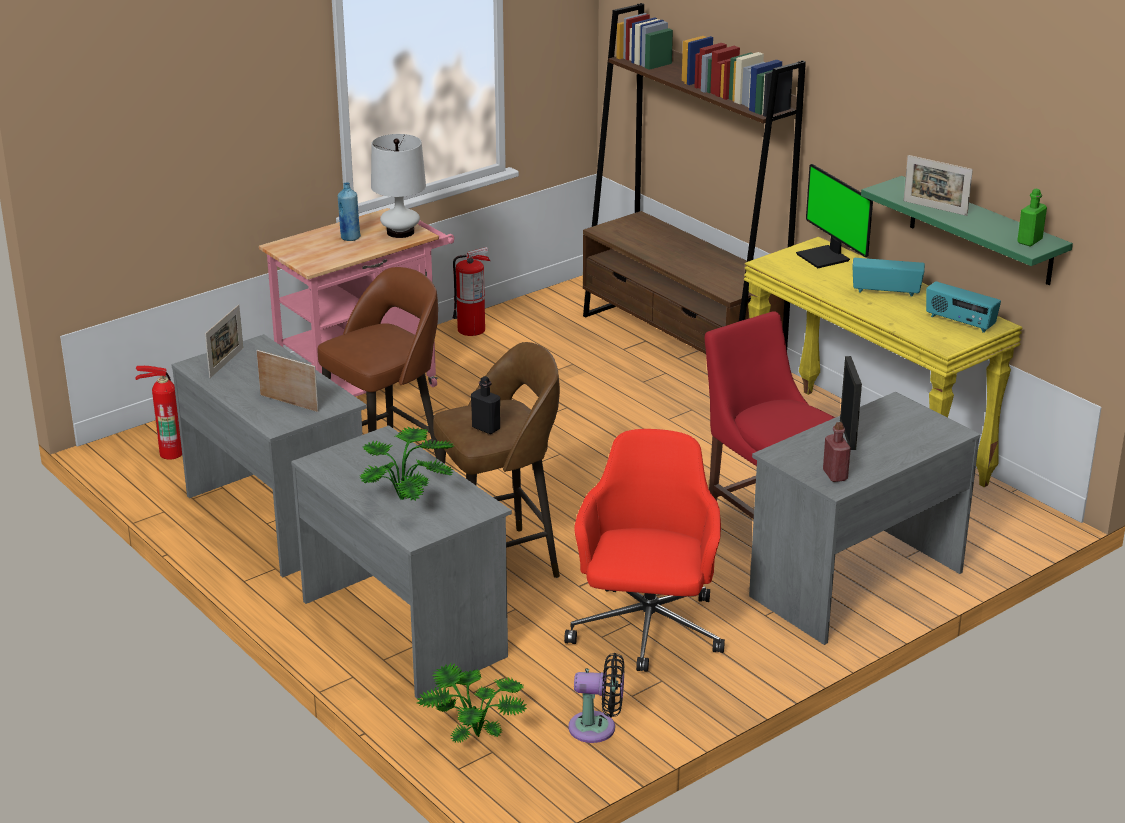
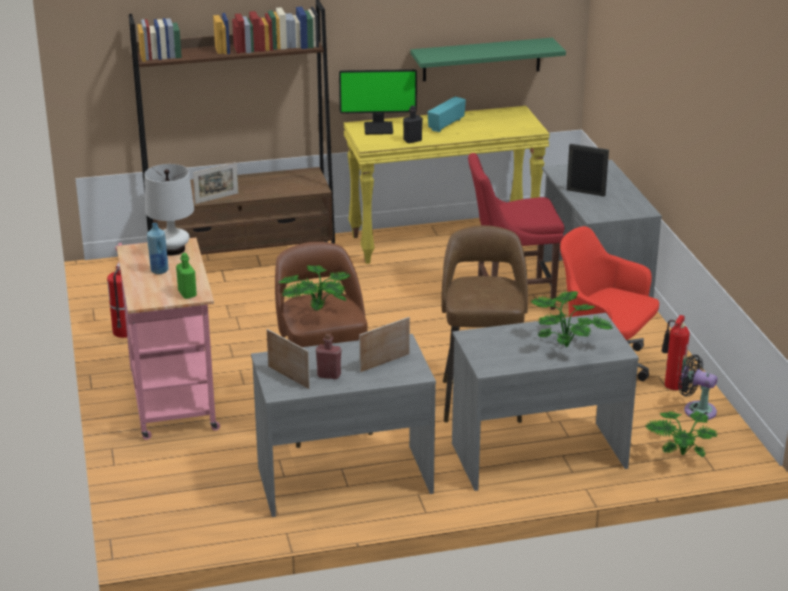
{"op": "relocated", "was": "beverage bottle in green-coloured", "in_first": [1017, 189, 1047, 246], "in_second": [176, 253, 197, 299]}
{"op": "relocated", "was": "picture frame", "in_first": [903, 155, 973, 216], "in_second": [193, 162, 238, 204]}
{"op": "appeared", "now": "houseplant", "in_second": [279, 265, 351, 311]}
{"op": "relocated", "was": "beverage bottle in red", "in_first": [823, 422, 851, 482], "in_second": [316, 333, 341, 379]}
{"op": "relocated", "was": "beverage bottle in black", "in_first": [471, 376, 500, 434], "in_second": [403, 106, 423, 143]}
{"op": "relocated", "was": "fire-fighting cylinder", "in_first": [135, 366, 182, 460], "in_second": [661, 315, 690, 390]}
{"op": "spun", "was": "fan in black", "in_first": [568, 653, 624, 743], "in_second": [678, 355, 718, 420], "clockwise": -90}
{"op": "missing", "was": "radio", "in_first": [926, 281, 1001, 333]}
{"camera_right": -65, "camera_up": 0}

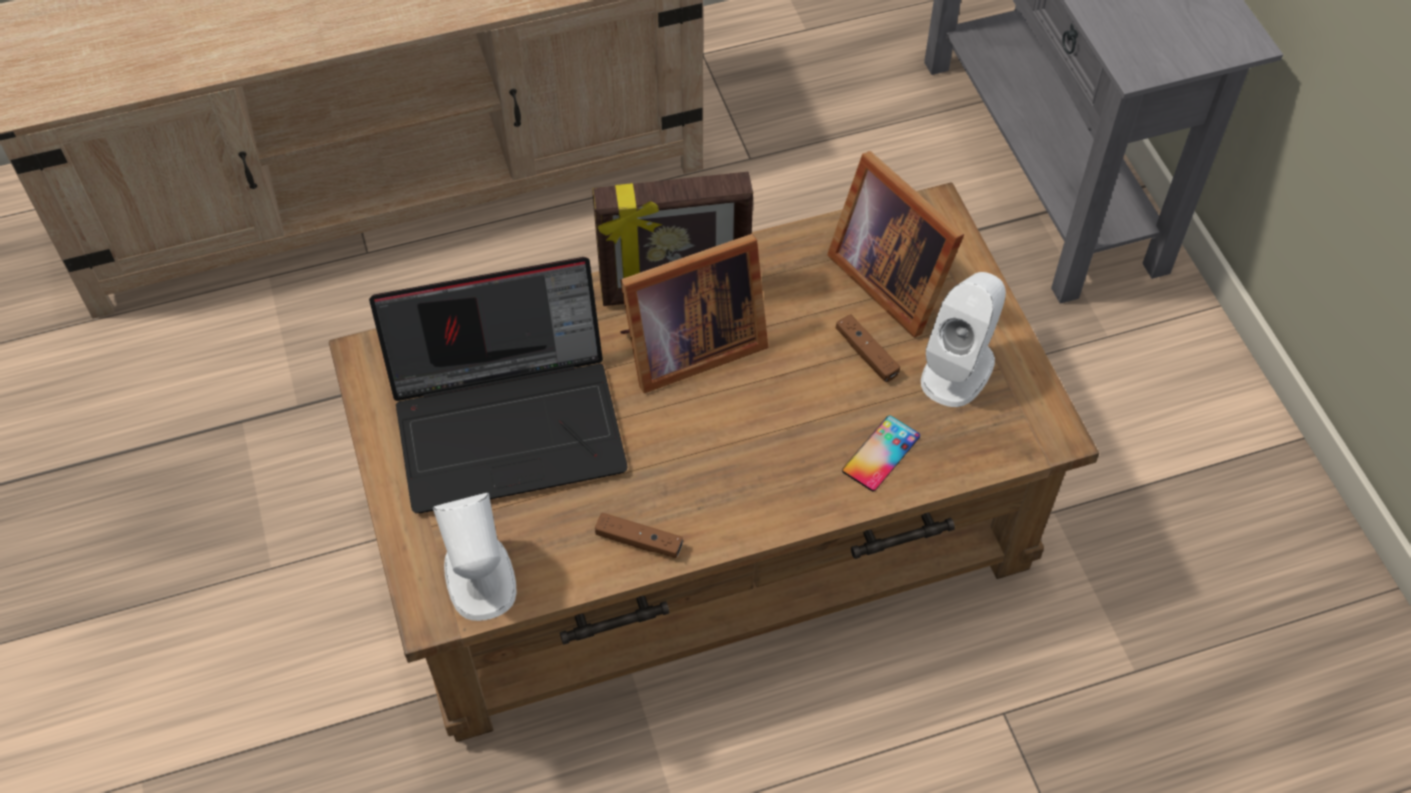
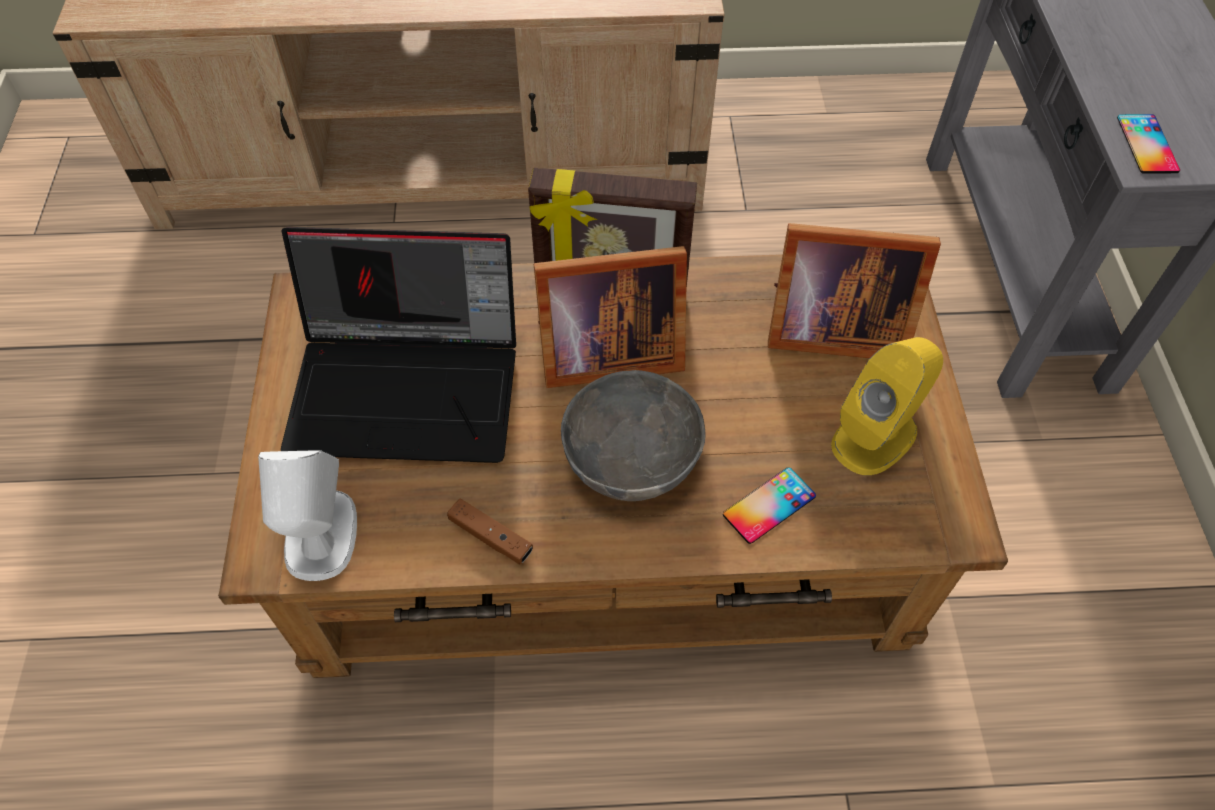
{"op": "appeared", "now": "bowl in gray", "in_second": [561, 370, 705, 501]}
{"op": "spun", "was": "picture frame", "in_first": [827, 151, 964, 337], "in_second": [768, 223, 941, 358], "clockwise": -60}
{"op": "colour", "was": "loudspeaker in white", "now": "loudspeaker in yellow-coloured", "in_first": [921, 272, 1006, 407], "in_second": [831, 337, 943, 476]}
{"op": "appeared", "now": "handset", "in_second": [1117, 114, 1180, 174]}
{"op": "missing", "was": "gamepad in brown-coloured", "in_first": [836, 314, 900, 382]}
{"camera_right": 15, "camera_up": 0}

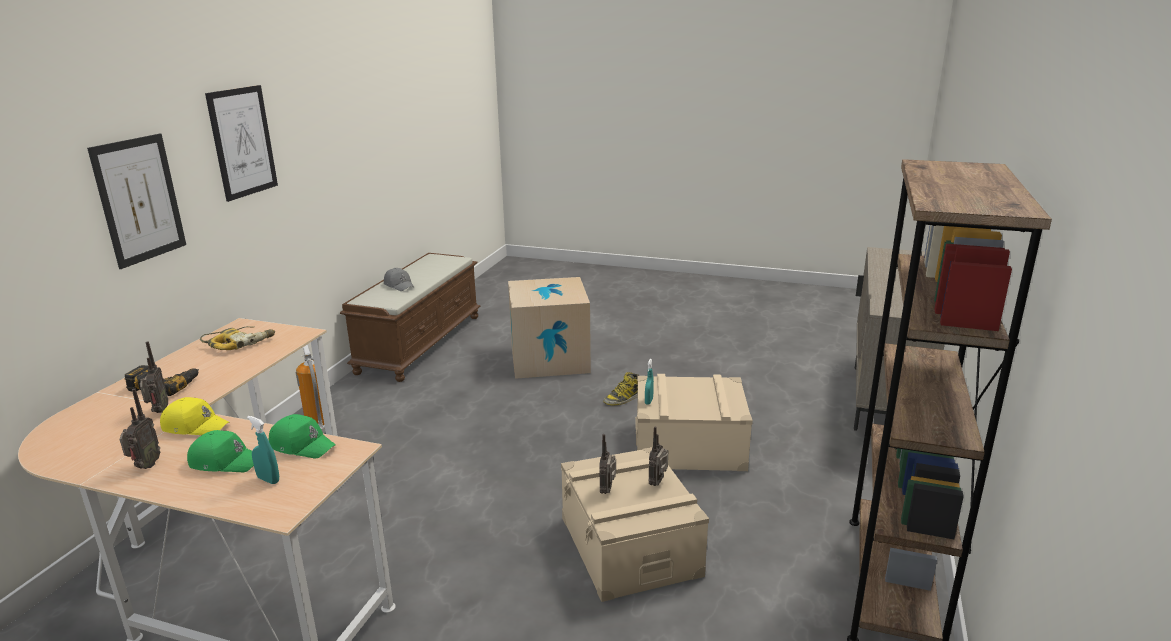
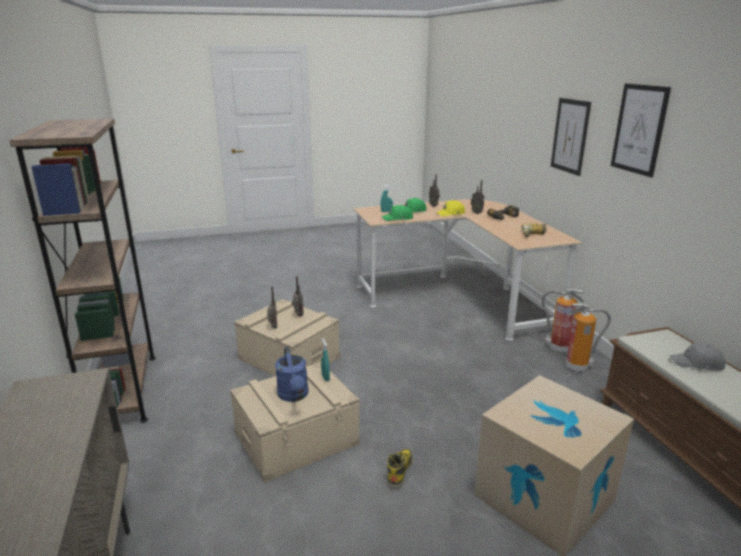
{"op": "appeared", "now": "watering can in blue-coloured", "in_second": [275, 346, 309, 402]}
{"op": "appeared", "now": "fire-fighting cylinder", "in_second": [566, 304, 611, 372]}
{"camera_right": 145, "camera_up": 0}

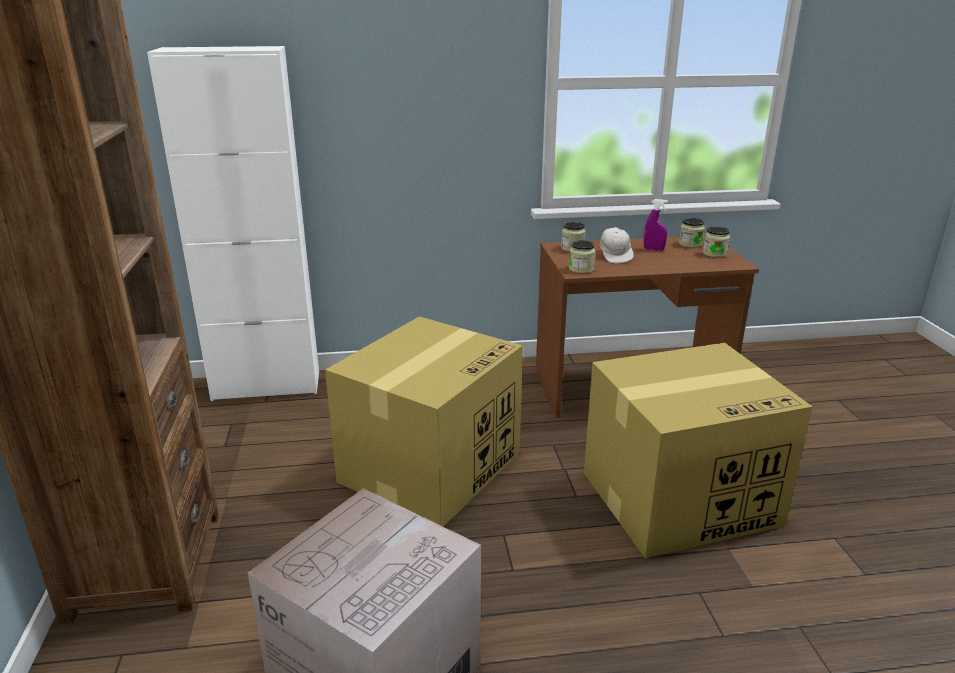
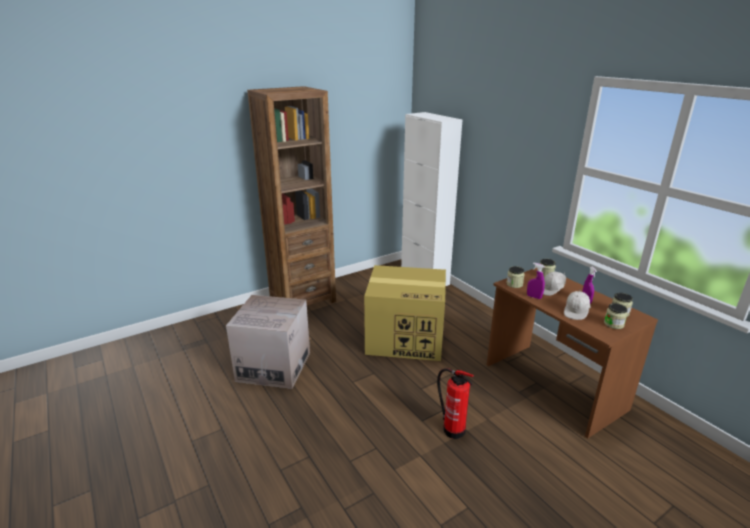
{"op": "exchanged", "was": "cardboard box", "now": "fire-fighting cylinder", "in_first": [584, 343, 813, 558], "in_second": [437, 368, 474, 439]}
{"op": "appeared", "now": "spray bottle in purplish", "in_second": [527, 263, 545, 299]}
{"op": "appeared", "now": "peaked cap in white", "in_second": [564, 290, 590, 320]}
{"camera_right": 65, "camera_up": 0}

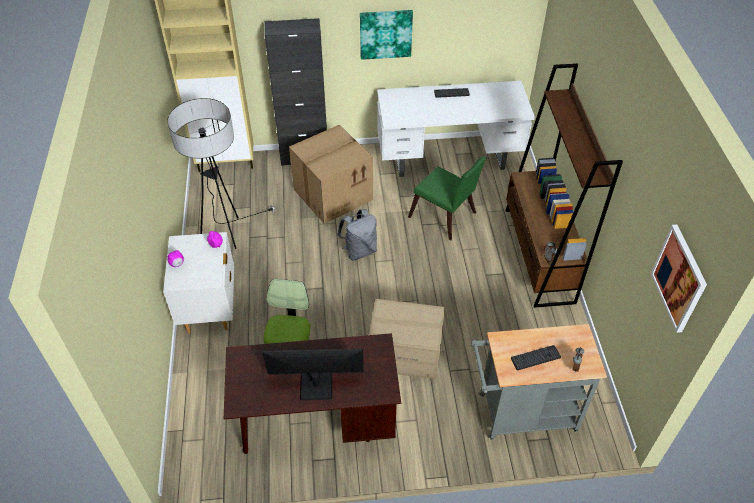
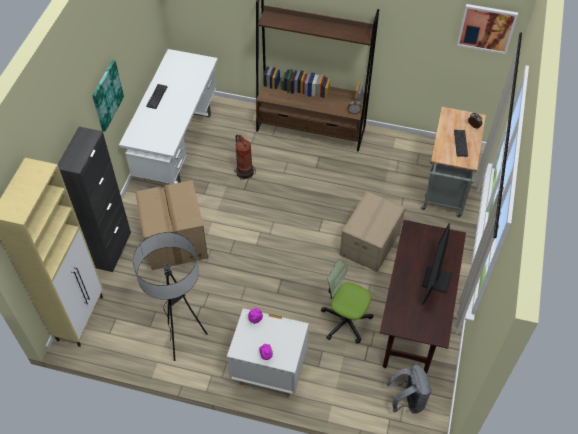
{"op": "exchanged", "was": "plain chair in green-coloured", "now": "fire-fighting cylinder", "in_first": [408, 156, 487, 240], "in_second": [234, 135, 256, 180]}
{"op": "relocated", "was": "knapsack in gray", "in_first": [337, 209, 377, 261], "in_second": [387, 365, 432, 414]}
{"camera_right": -70, "camera_up": 5}

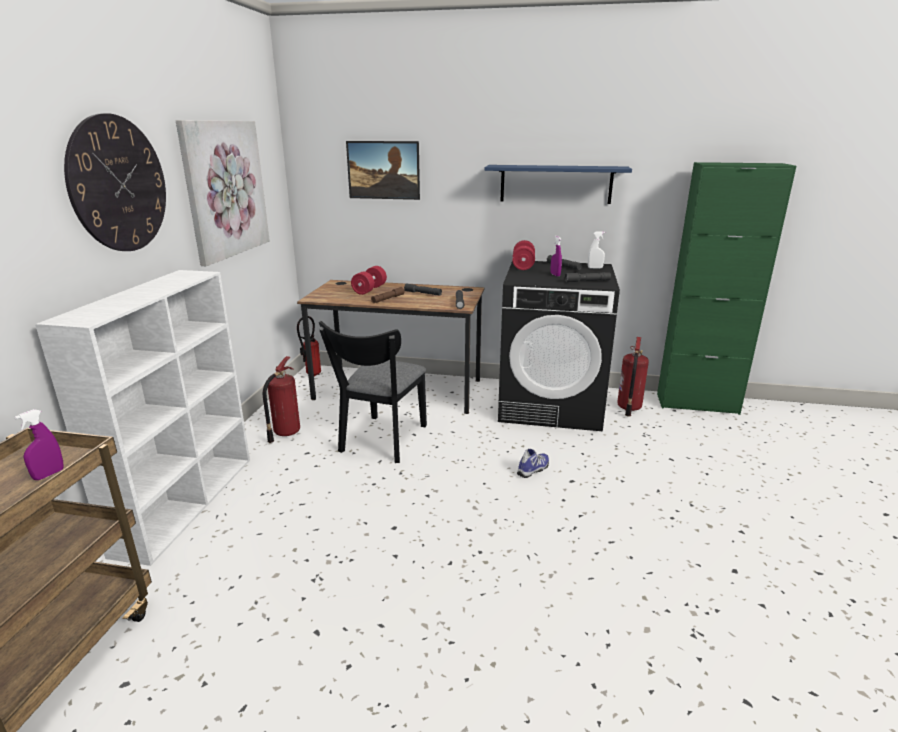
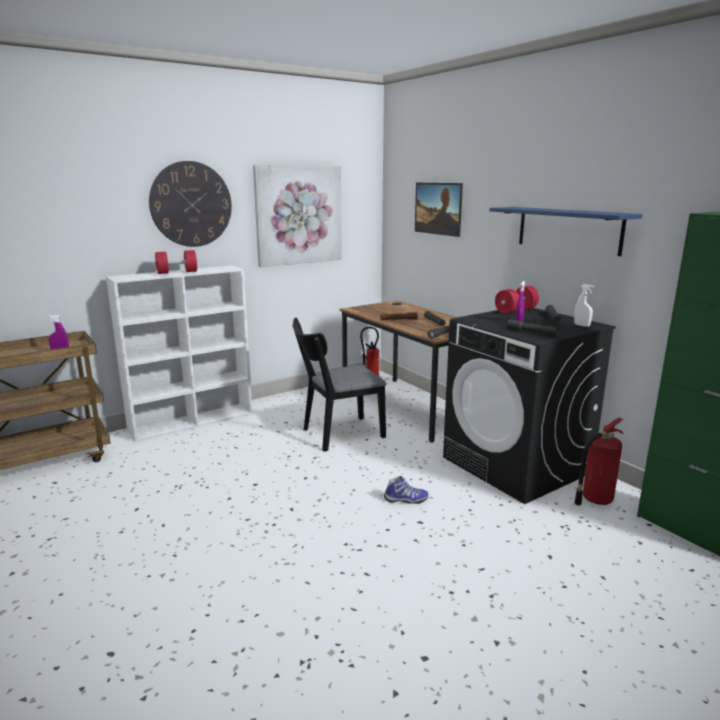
{"op": "relocated", "was": "free weight in red", "in_first": [351, 266, 387, 295], "in_second": [155, 250, 197, 274]}
{"op": "missing", "was": "fire-fighting cylinder", "in_first": [263, 356, 300, 443]}
{"camera_right": 45, "camera_up": -5}

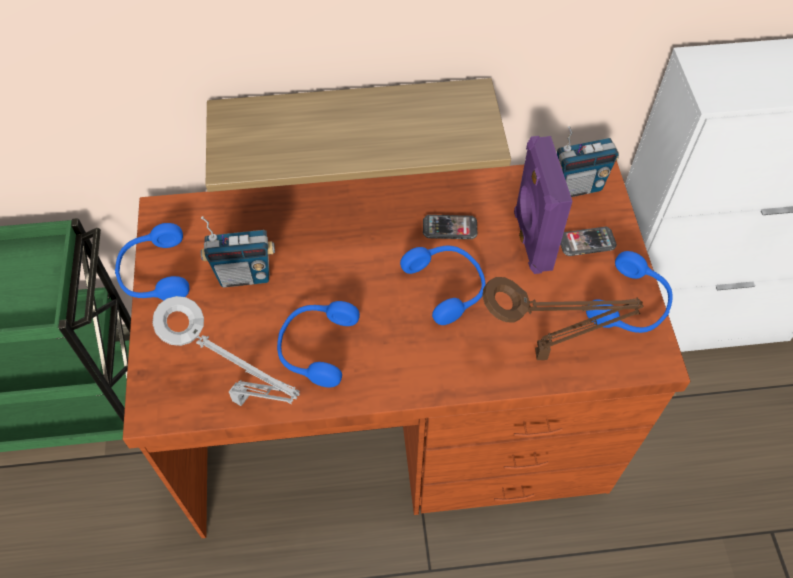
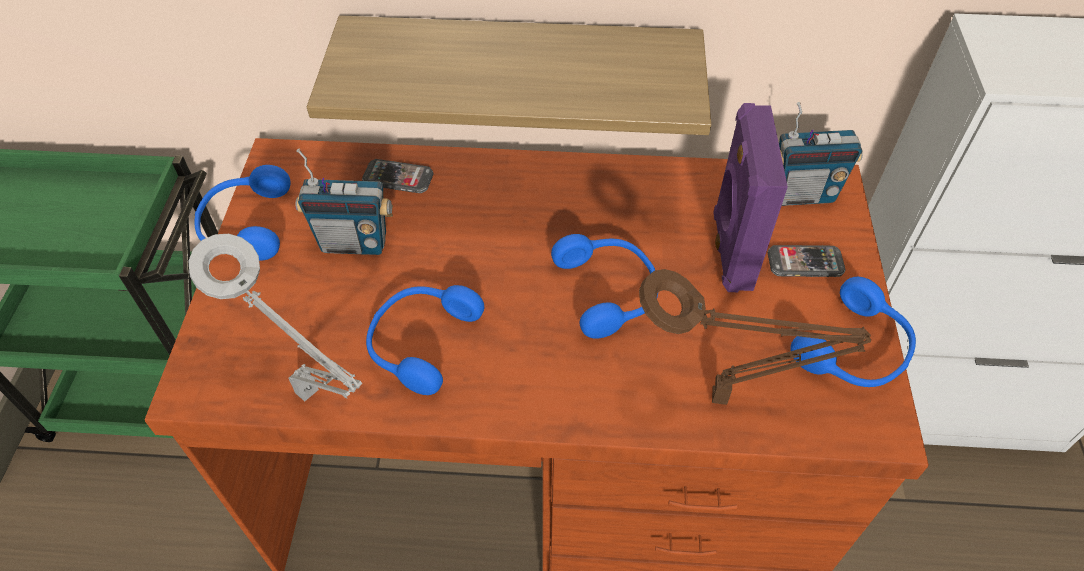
{"op": "relocated", "was": "handset", "in_first": [423, 215, 477, 239], "in_second": [362, 159, 433, 193]}
{"camera_right": 10, "camera_up": -5}

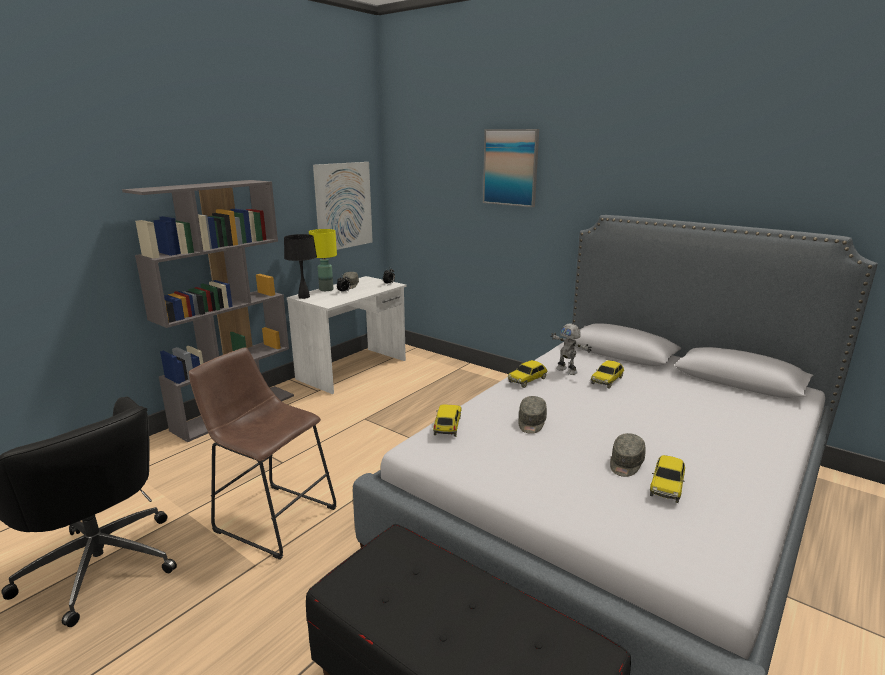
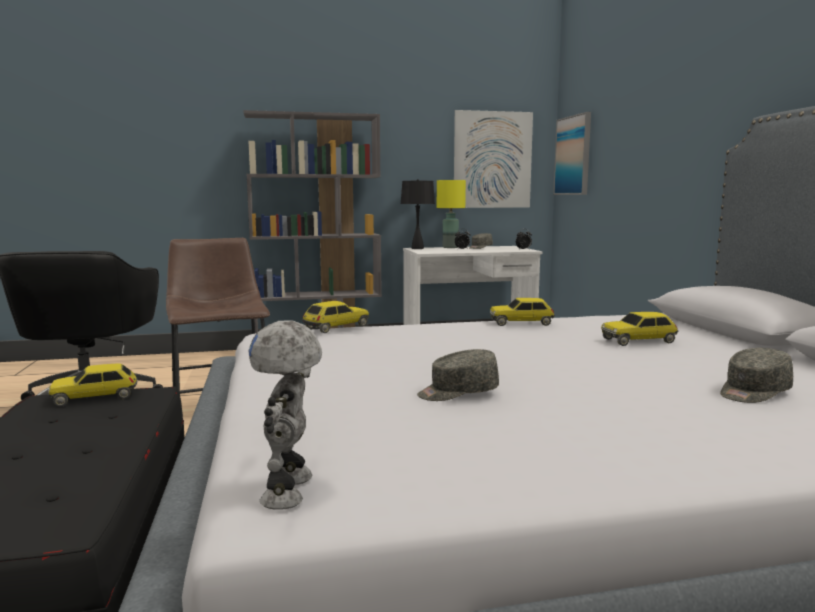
{"op": "relocated", "was": "model car", "in_first": [650, 455, 685, 503], "in_second": [48, 363, 137, 407]}
{"op": "relocated", "was": "model robot", "in_first": [551, 324, 591, 375], "in_second": [249, 320, 322, 510]}
{"op": "relocated", "was": "wall art", "in_first": [483, 129, 539, 207], "in_second": [553, 112, 591, 195]}
{"op": "relocated", "was": "peaked cap in gray", "in_first": [518, 396, 547, 434], "in_second": [720, 348, 793, 403]}
{"camera_right": 40, "camera_up": -10}

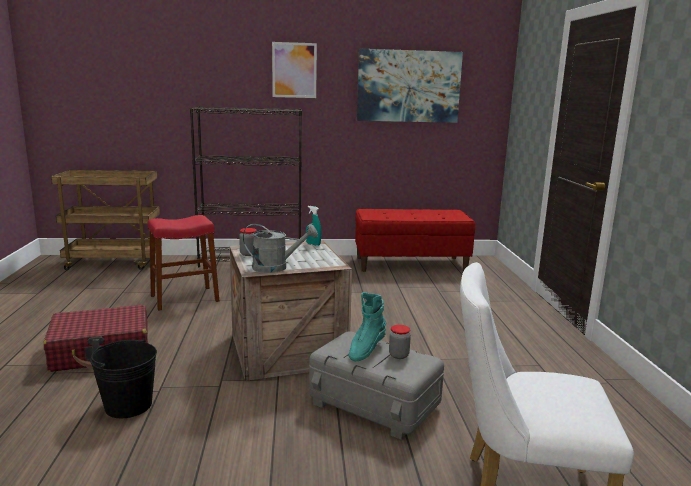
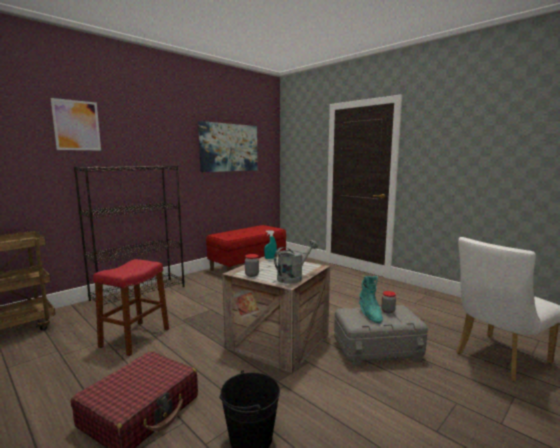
{"op": "relocated", "was": "wall art", "in_first": [272, 42, 317, 98], "in_second": [51, 98, 101, 151]}
{"camera_right": -40, "camera_up": -5}

